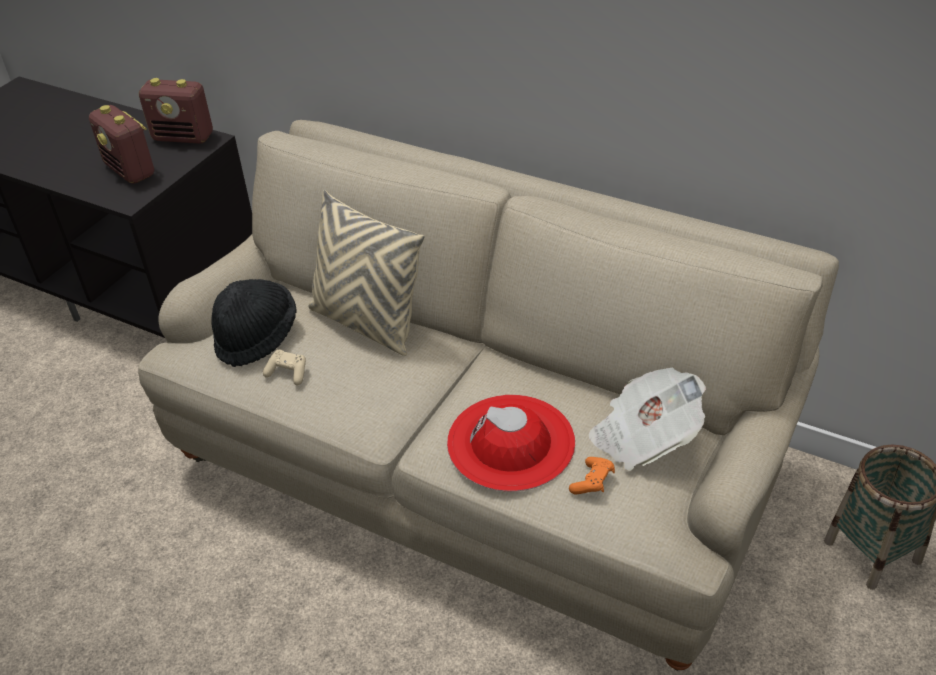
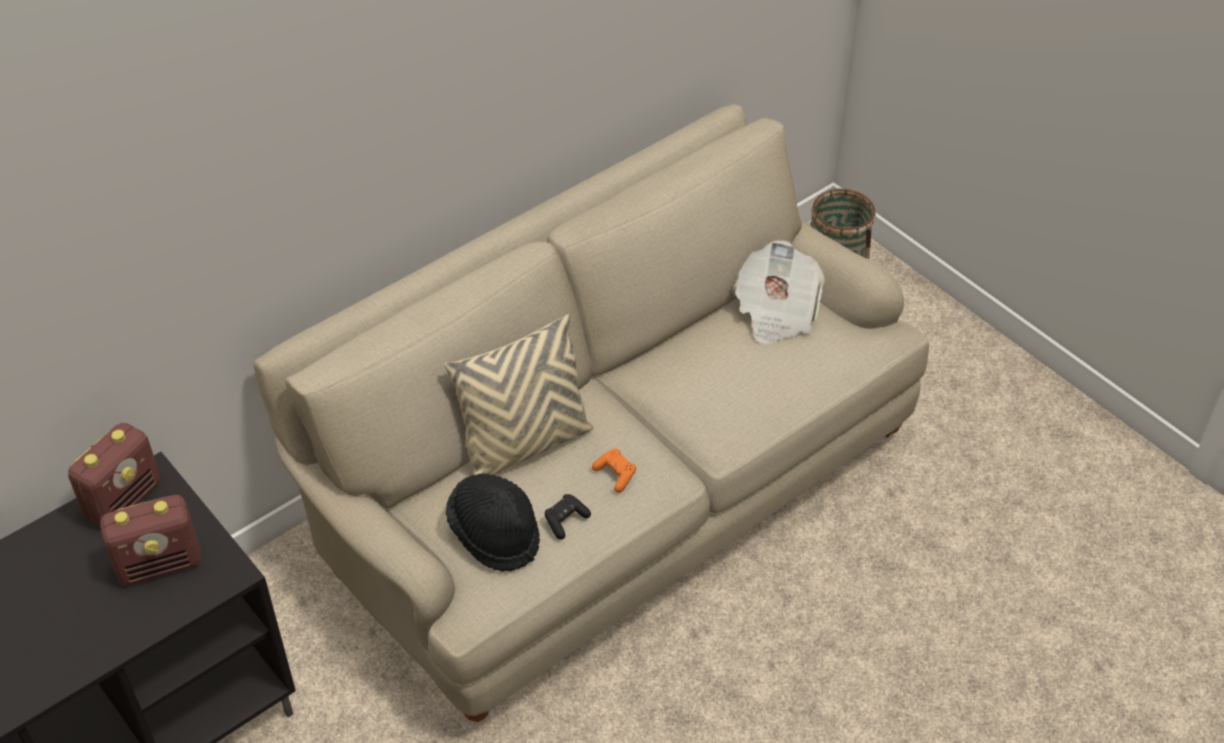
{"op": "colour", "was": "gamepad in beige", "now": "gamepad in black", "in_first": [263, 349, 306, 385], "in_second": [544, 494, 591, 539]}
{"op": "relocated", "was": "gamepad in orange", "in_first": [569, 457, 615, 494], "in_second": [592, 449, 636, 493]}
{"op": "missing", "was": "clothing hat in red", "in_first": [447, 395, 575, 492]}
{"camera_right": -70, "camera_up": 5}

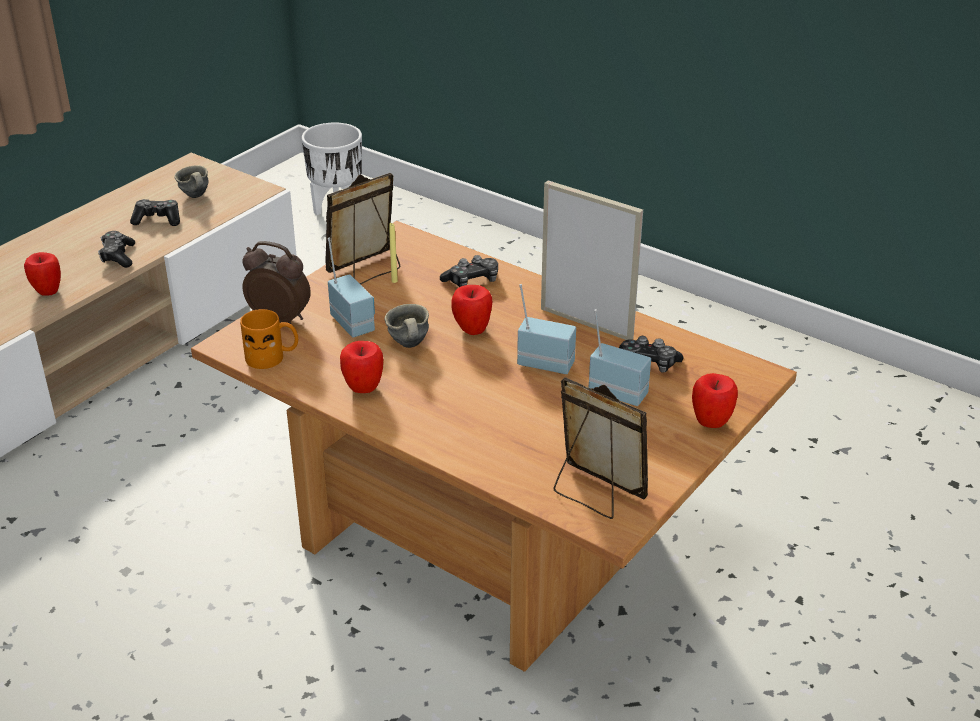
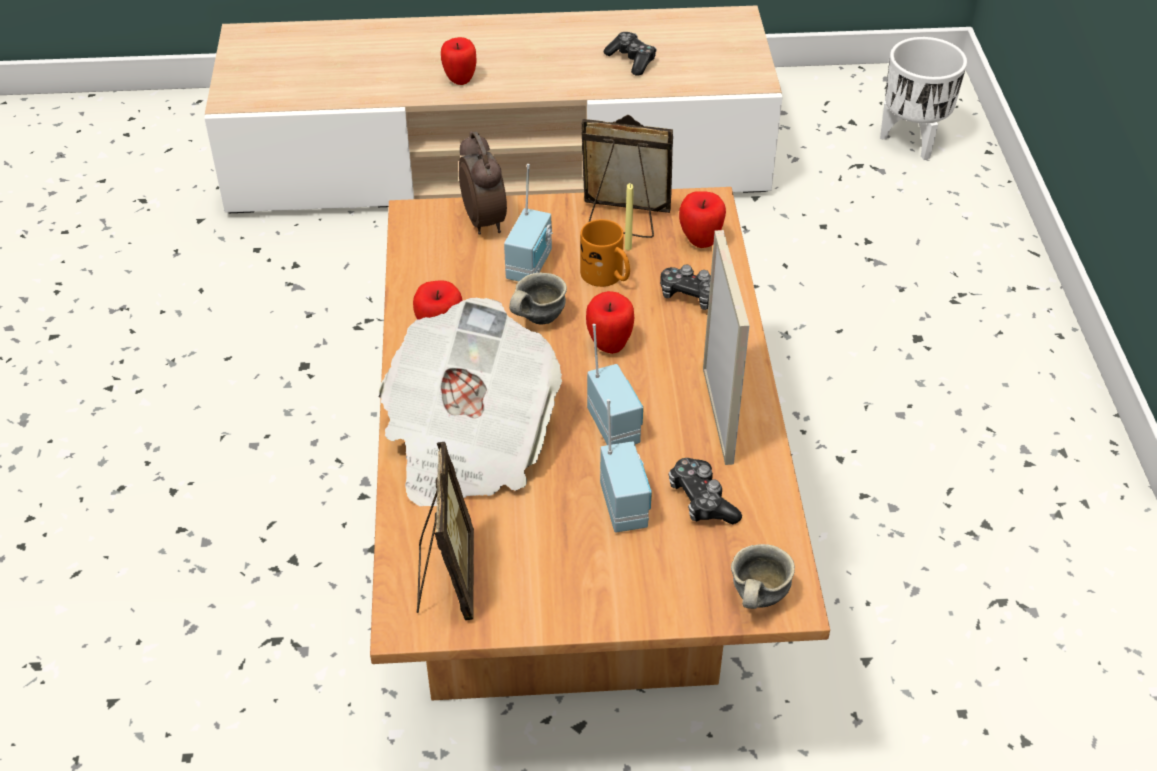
{"op": "appeared", "now": "printed paper", "in_second": [379, 298, 562, 507]}
{"op": "relocated", "was": "mug in orange", "in_first": [240, 309, 298, 369], "in_second": [580, 219, 630, 287]}
{"op": "relocated", "was": "apple fruit", "in_first": [692, 373, 738, 428], "in_second": [679, 191, 726, 248]}
{"op": "relocated", "was": "mug in gray", "in_first": [175, 165, 209, 198], "in_second": [731, 544, 795, 609]}
{"op": "missing", "was": "gamepad", "in_first": [98, 231, 135, 268]}
{"camera_right": 50, "camera_up": 10}

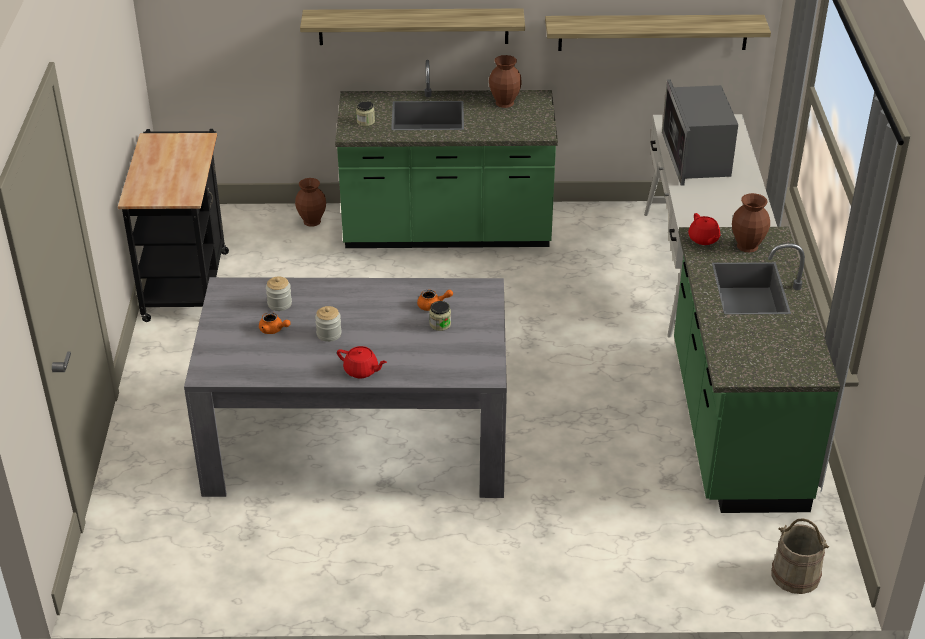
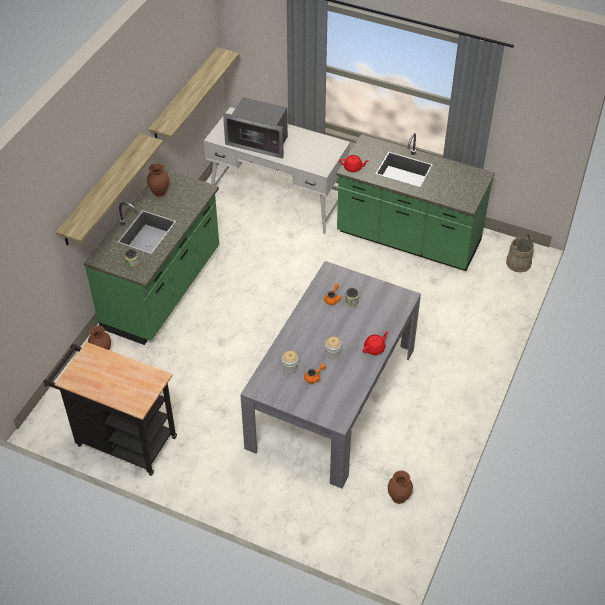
{"op": "relocated", "was": "decorative vase in brown-coloured", "in_first": [732, 193, 770, 253], "in_second": [387, 470, 413, 504]}
{"camera_right": -65, "camera_up": 10}

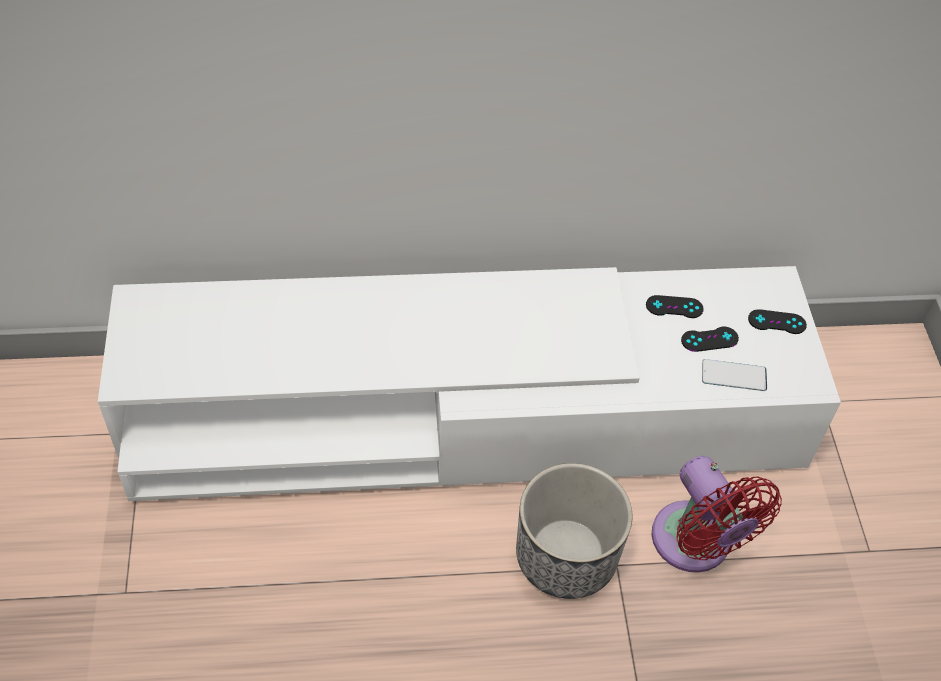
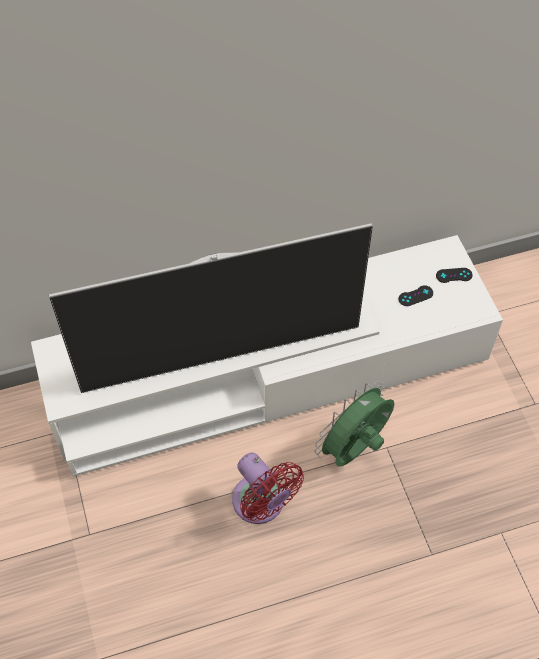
{"op": "appeared", "now": "TV", "in_second": [49, 223, 373, 393]}
{"op": "relocated", "was": "fan in red", "in_first": [652, 455, 782, 573], "in_second": [232, 452, 304, 524]}
{"op": "exchanged", "was": "flower pot", "now": "fan in green-coloured", "in_first": [516, 463, 632, 599], "in_second": [315, 381, 394, 467]}
{"op": "missing", "was": "gamepad in black", "in_first": [646, 295, 704, 318]}
{"op": "missing", "was": "handset", "in_first": [702, 359, 767, 391]}
{"camera_right": -10, "camera_up": 5}

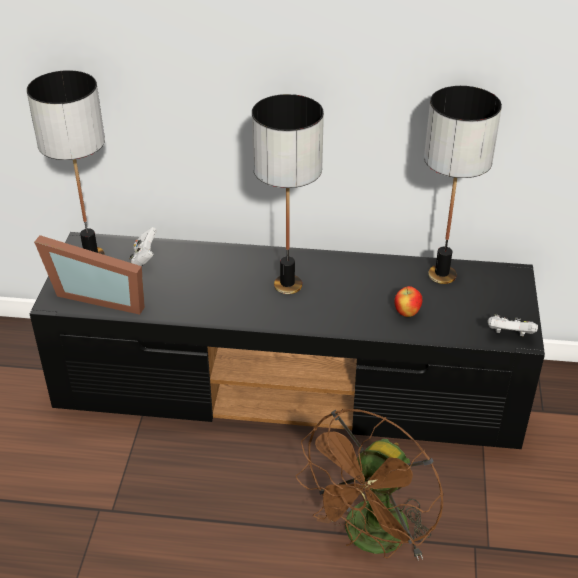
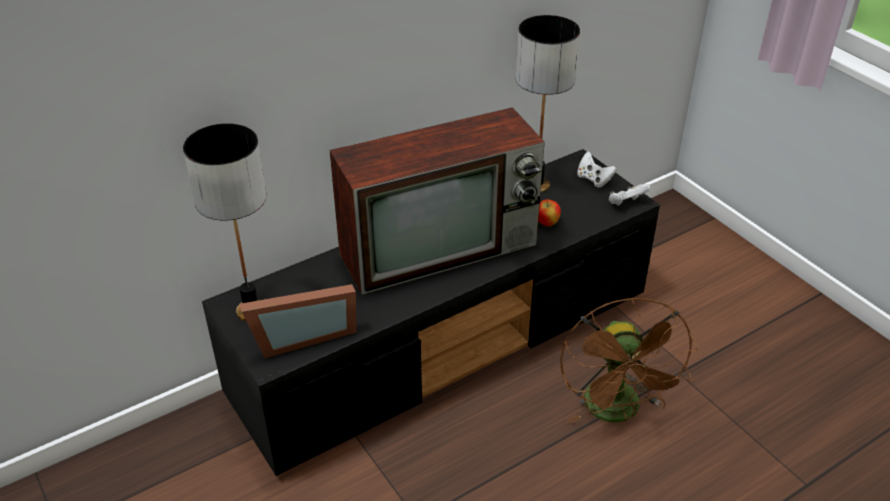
{"op": "exchanged", "was": "table lamp", "now": "TV", "in_first": [252, 94, 324, 294], "in_second": [330, 107, 545, 295]}
{"op": "relocated", "was": "gamepad in white", "in_first": [130, 227, 157, 266], "in_second": [577, 151, 617, 188]}
{"camera_right": -40, "camera_up": 0}

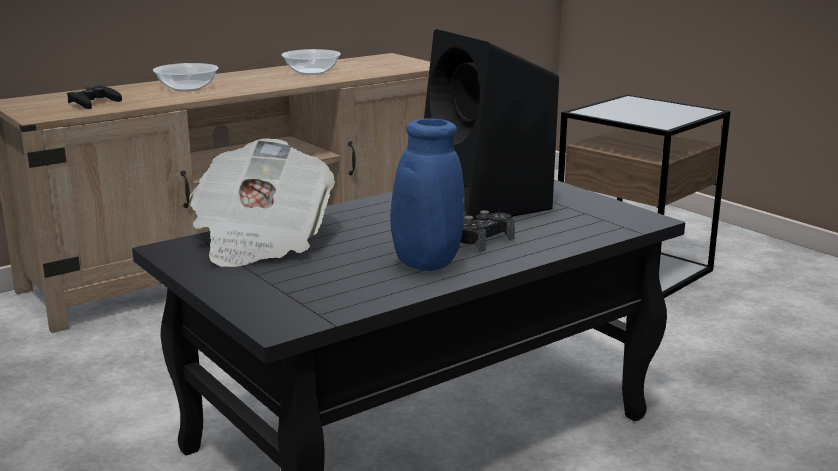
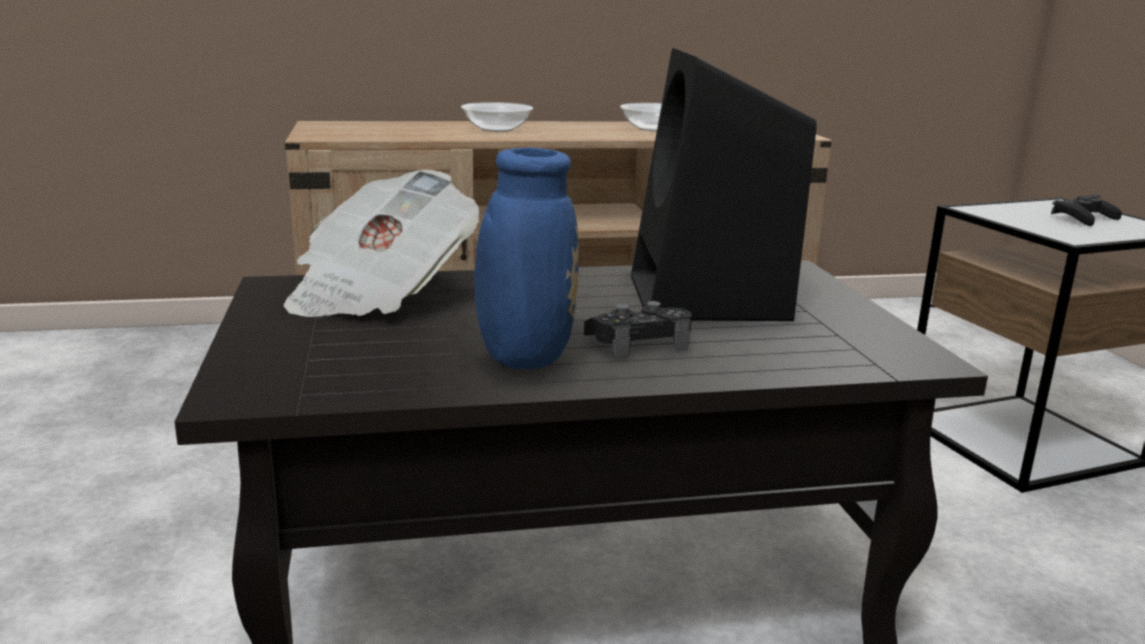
{"op": "relocated", "was": "gamepad in black", "in_first": [67, 84, 122, 109], "in_second": [1051, 194, 1122, 226]}
{"camera_right": 25, "camera_up": 0}

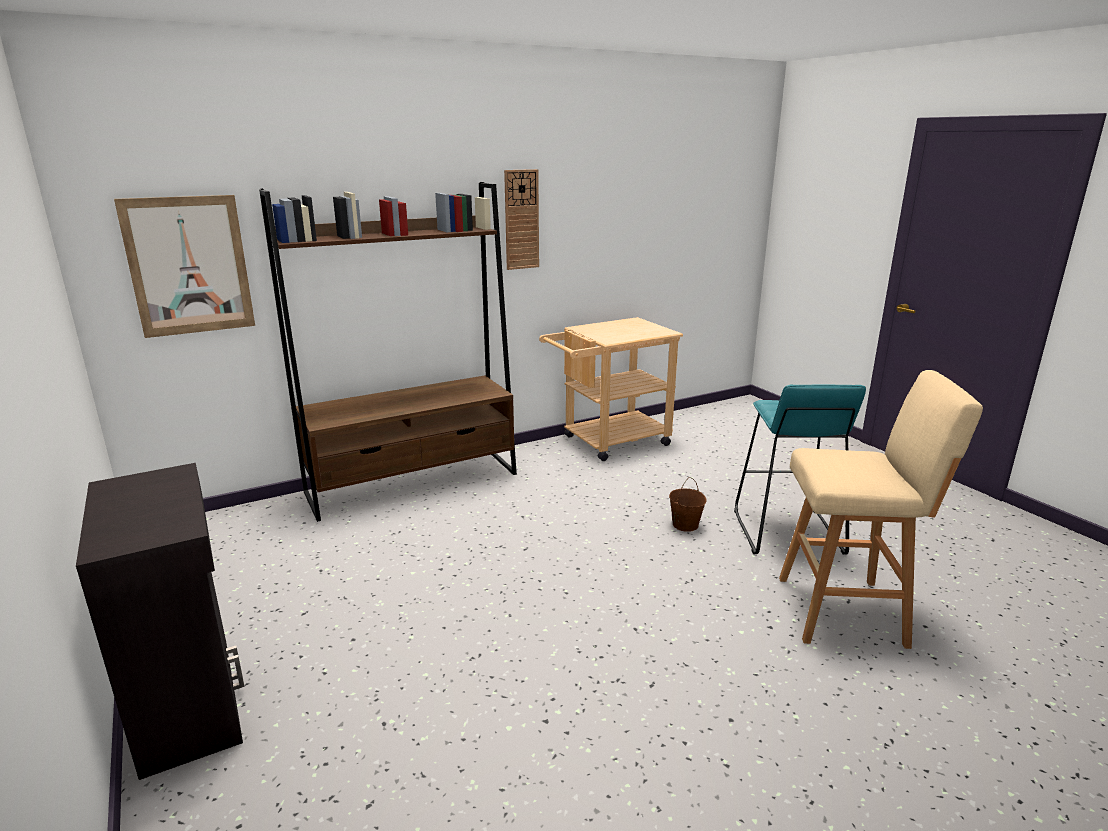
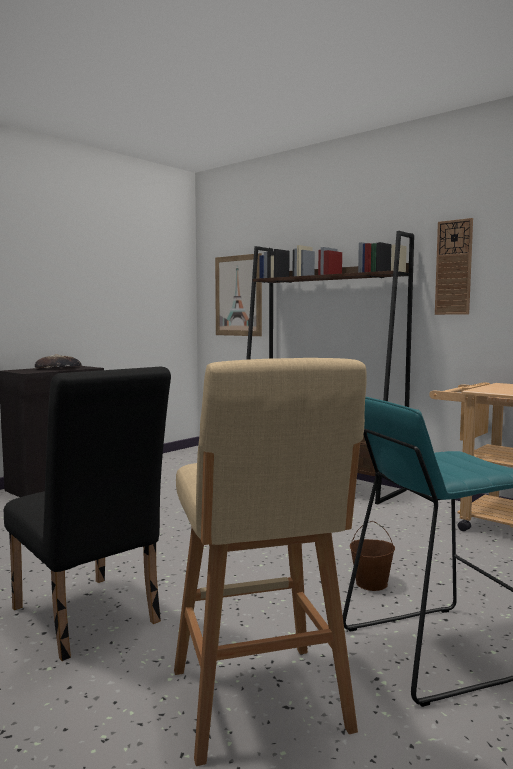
{"op": "appeared", "now": "plain chair in black", "in_second": [4, 367, 171, 661]}
{"op": "appeared", "now": "baked bread", "in_second": [35, 354, 81, 368]}
{"camera_right": 70, "camera_up": -15}

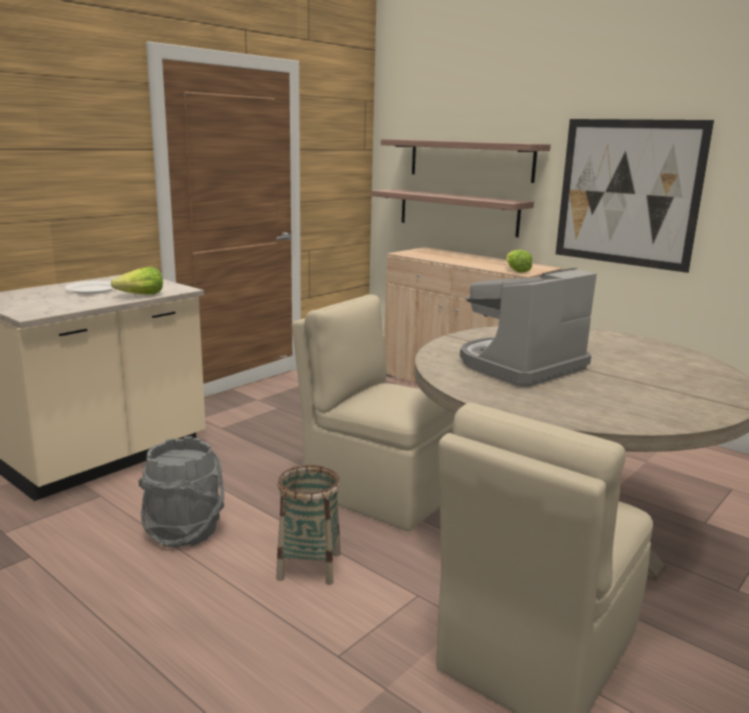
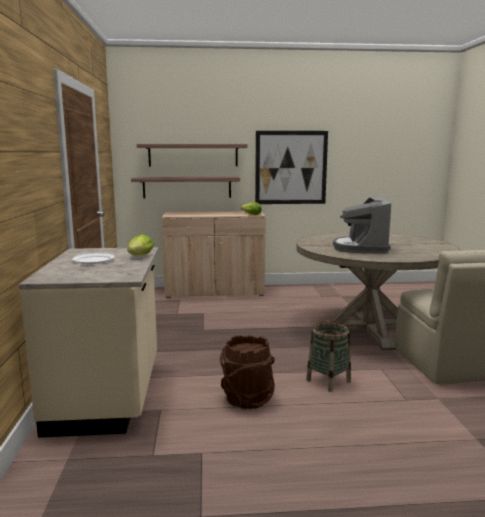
{"op": "colour", "was": "water bucket in gray", "now": "water bucket in brown-coloured", "in_first": [139, 436, 224, 547], "in_second": [220, 335, 275, 409]}
{"op": "missing", "was": "plain chair in beige", "in_first": [292, 295, 455, 531]}
{"camera_right": -45, "camera_up": -5}

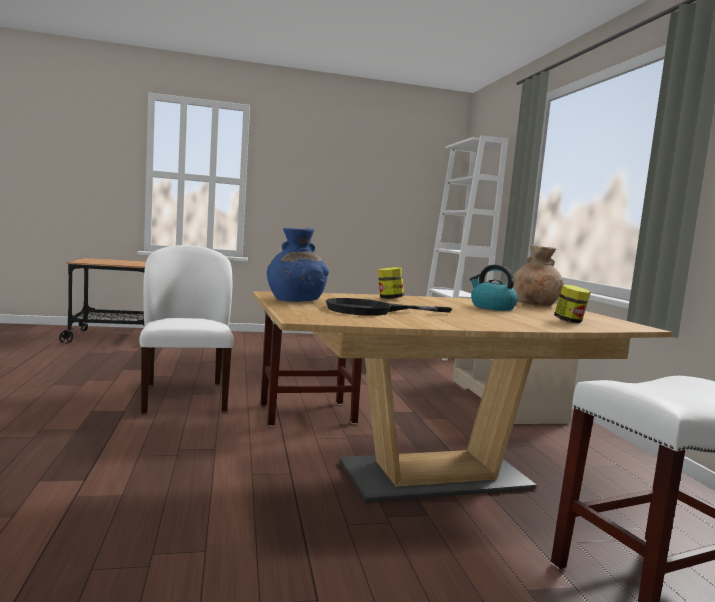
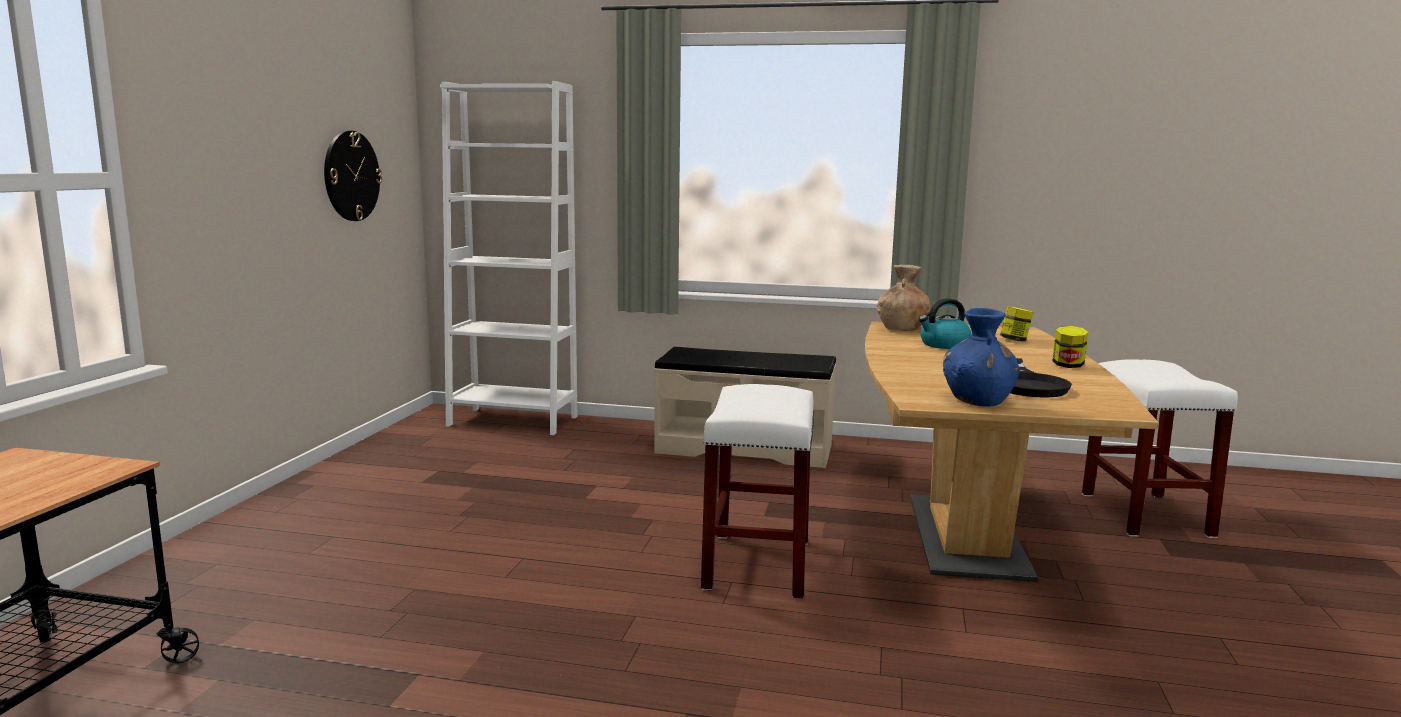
{"op": "appeared", "now": "clock on the wall", "in_second": [324, 131, 382, 221]}
{"op": "relocated", "was": "storage jar", "in_first": [378, 267, 404, 299], "in_second": [1052, 326, 1088, 368]}
{"op": "missing", "was": "plain chair in white", "in_first": [139, 245, 234, 414]}
{"camera_right": -65, "camera_up": 5}

